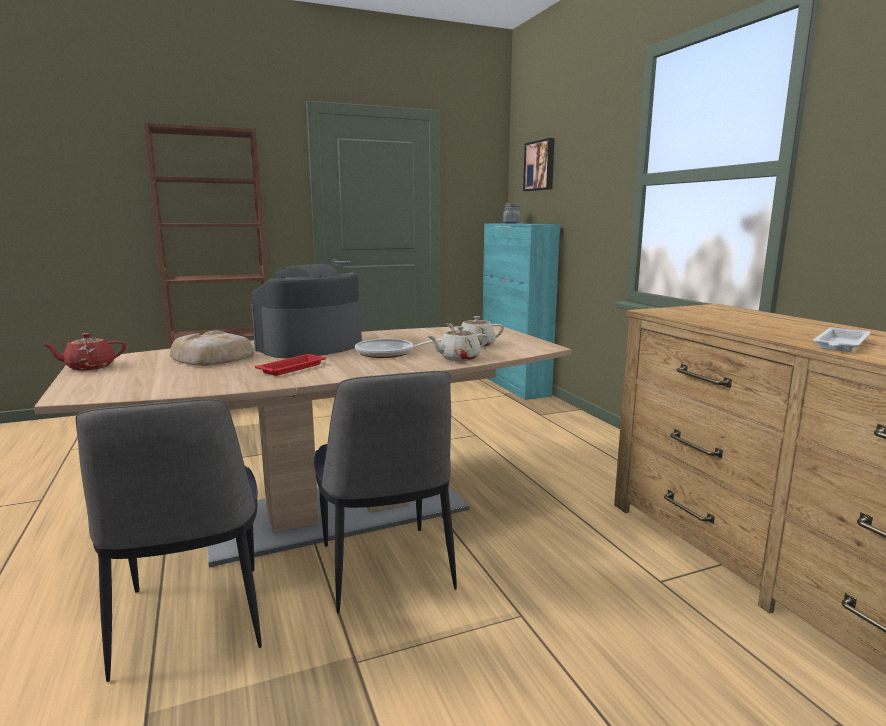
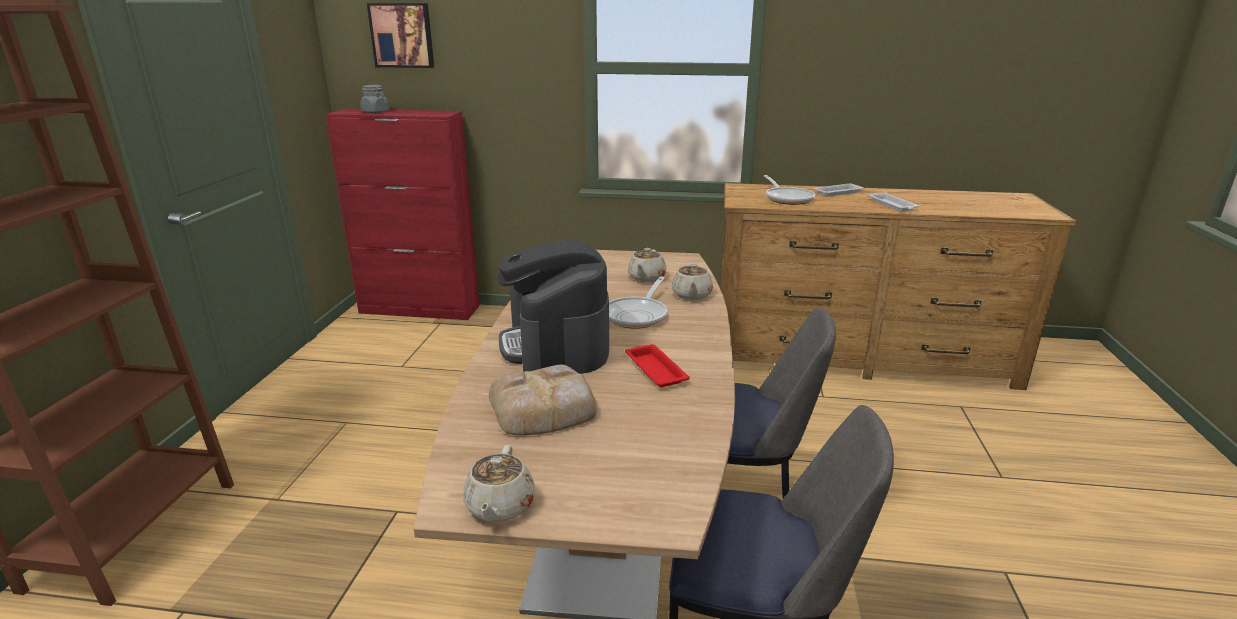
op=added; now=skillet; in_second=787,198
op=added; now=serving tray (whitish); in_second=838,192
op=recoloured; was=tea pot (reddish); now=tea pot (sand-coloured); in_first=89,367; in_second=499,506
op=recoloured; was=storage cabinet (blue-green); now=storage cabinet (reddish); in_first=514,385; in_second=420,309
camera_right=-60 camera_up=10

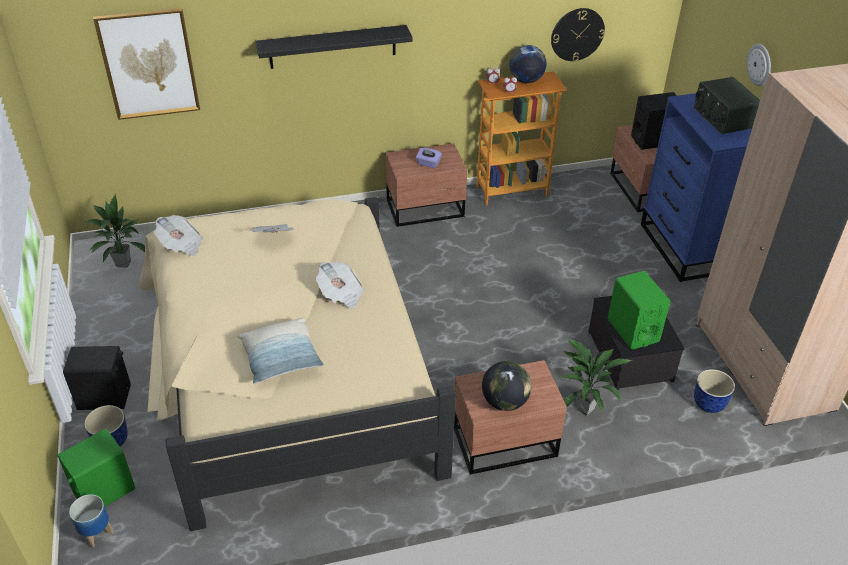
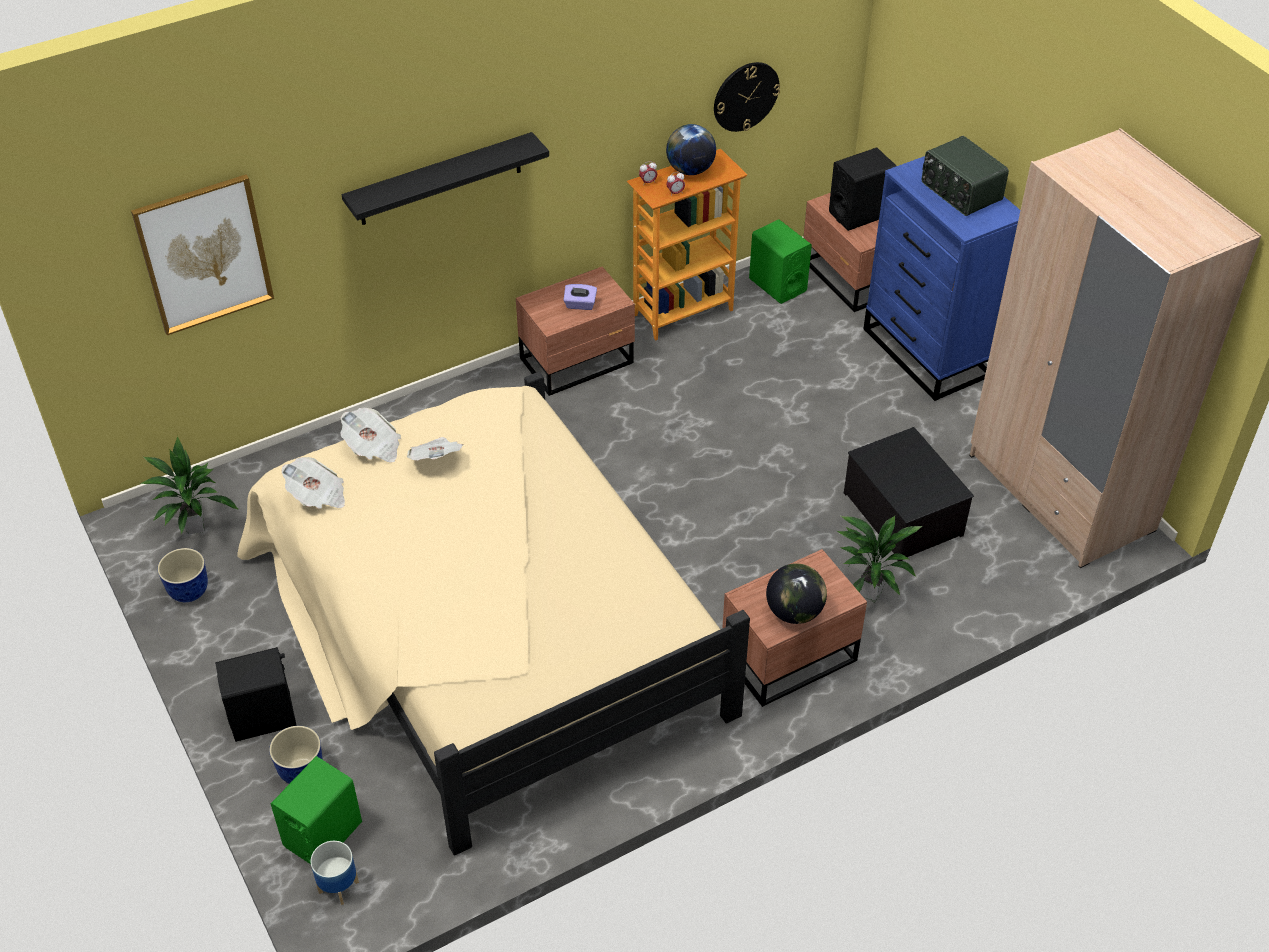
op=removed; was=pillow; in_first=282,359
op=removed; was=wall clock; in_first=760,64
op=moved; was=daily paper; in_first=341,294; in_second=373,447
op=moved; was=loudspeaker (green); in_first=632,330; in_second=777,285
op=moved; was=plant pot; in_first=709,404; in_second=189,591
camera_right=-15 camera_up=5

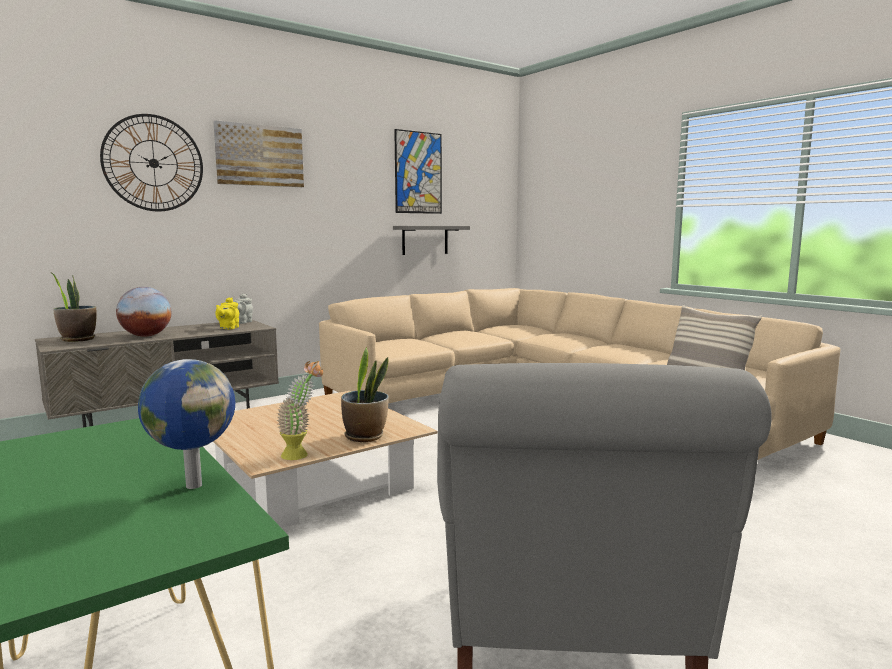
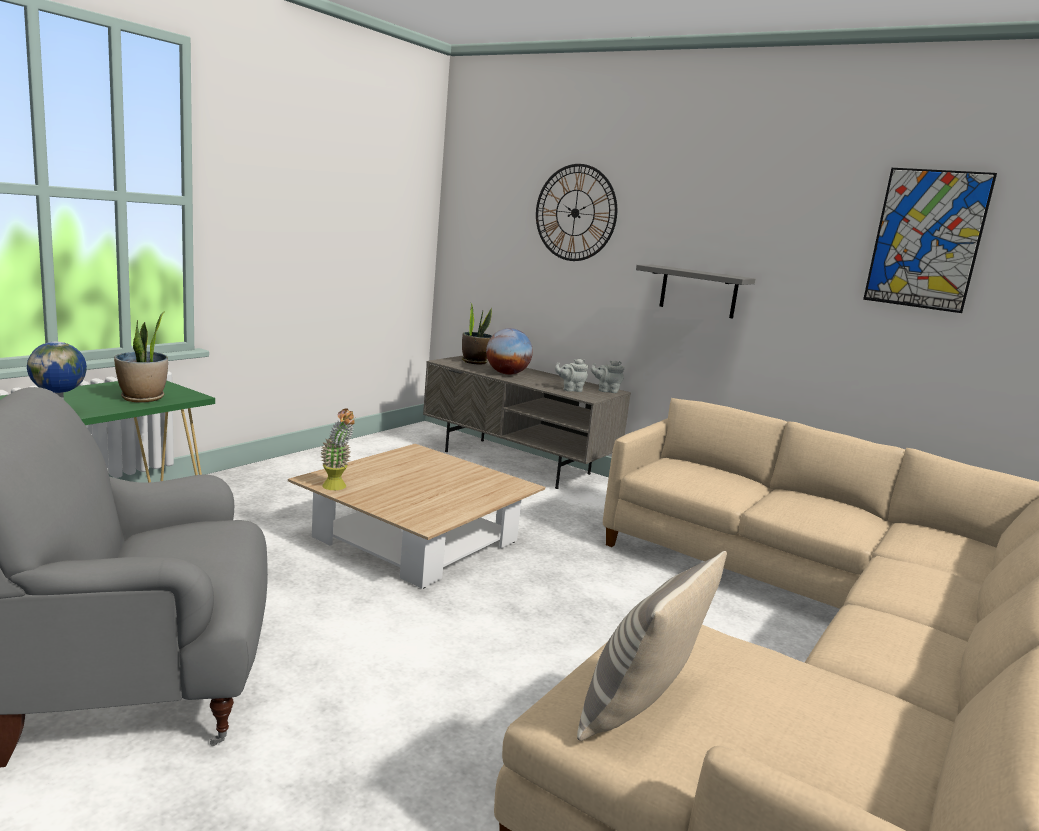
op=removed; was=wall art; in_first=259,155
op=moved; was=plant in a pot; in_first=365,436; in_second=143,398
op=moved; was=bracket shelf (greyish); in_first=425,240; in_second=698,291
op=recoloured; was=tea pot (yellowish); now=tea pot (greyish); in_first=228,328; in_second=570,389
camera_right=70 camera_up=5

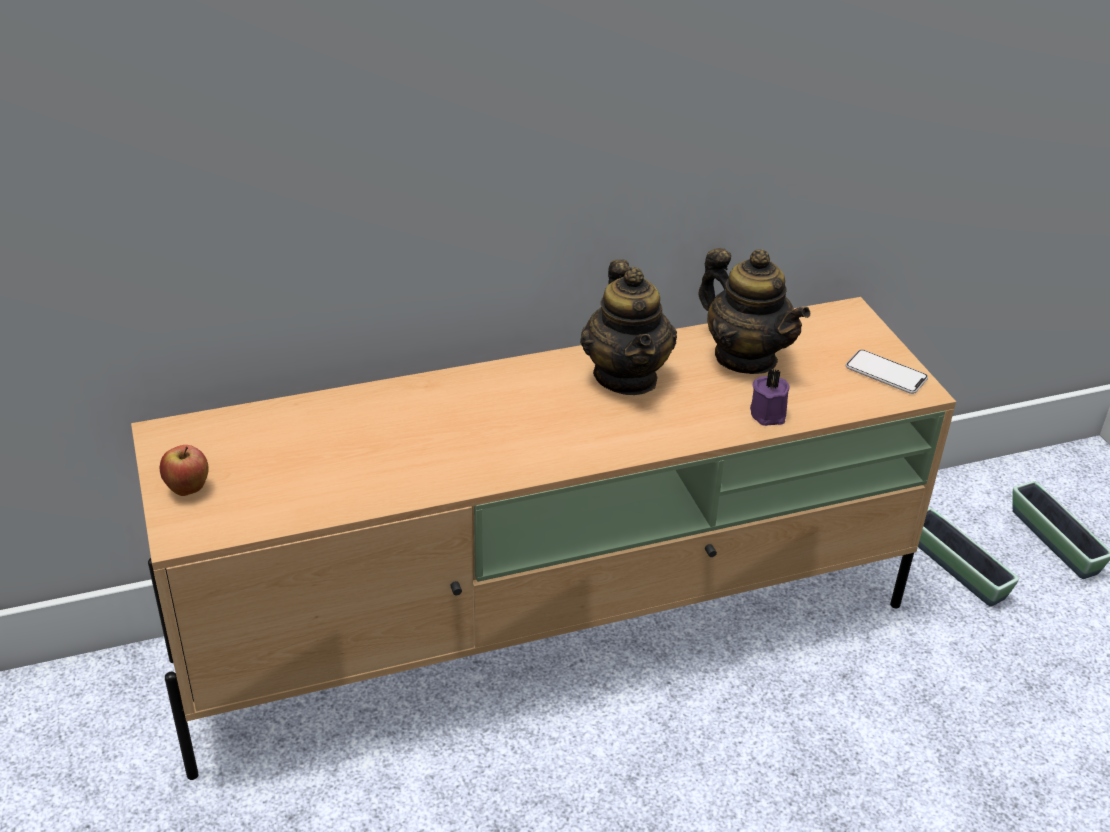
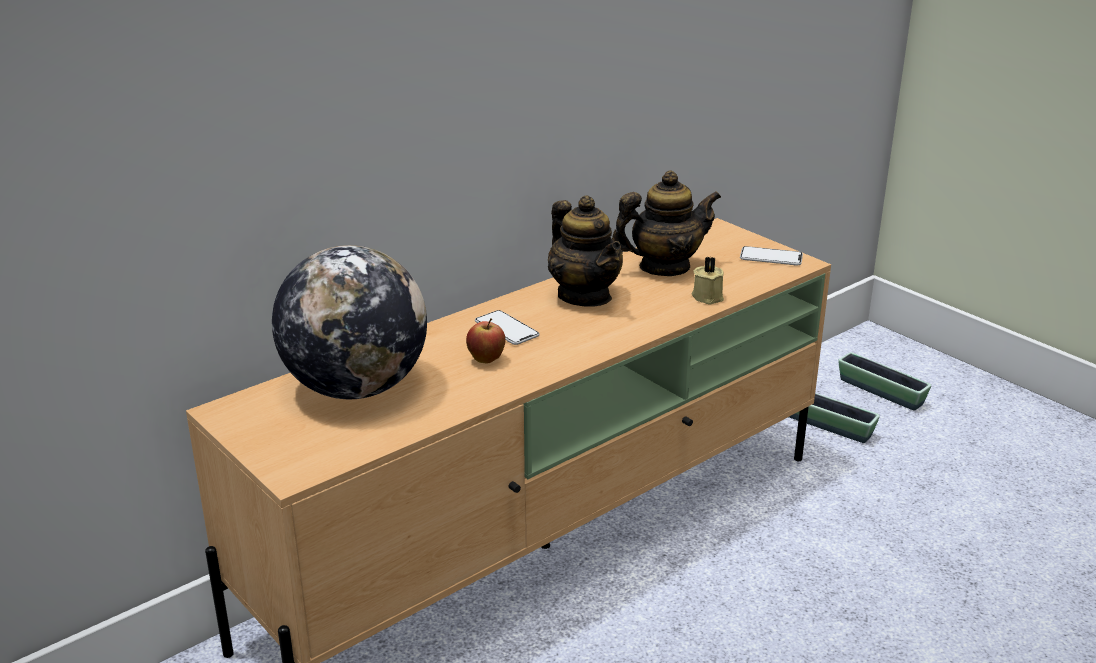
op=added; now=globe; in_second=355,388
op=added; now=handset; in_second=506,329
op=moved; was=apple fruit; in_first=188,490; in_second=486,360
op=recoloured; was=candle (purple); now=candle (sand-coloured); in_first=769,413; in_second=708,296
op=turned; was=tea pot; in_first=745,357; in_second=664,267; clockwise=-45
camera_right=-20 camera_up=-10

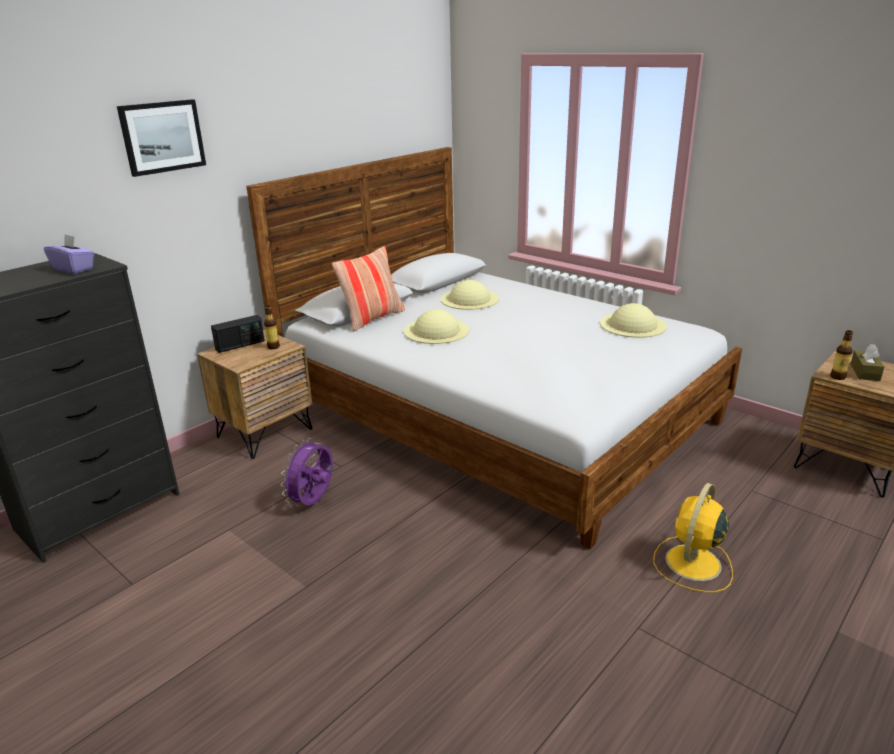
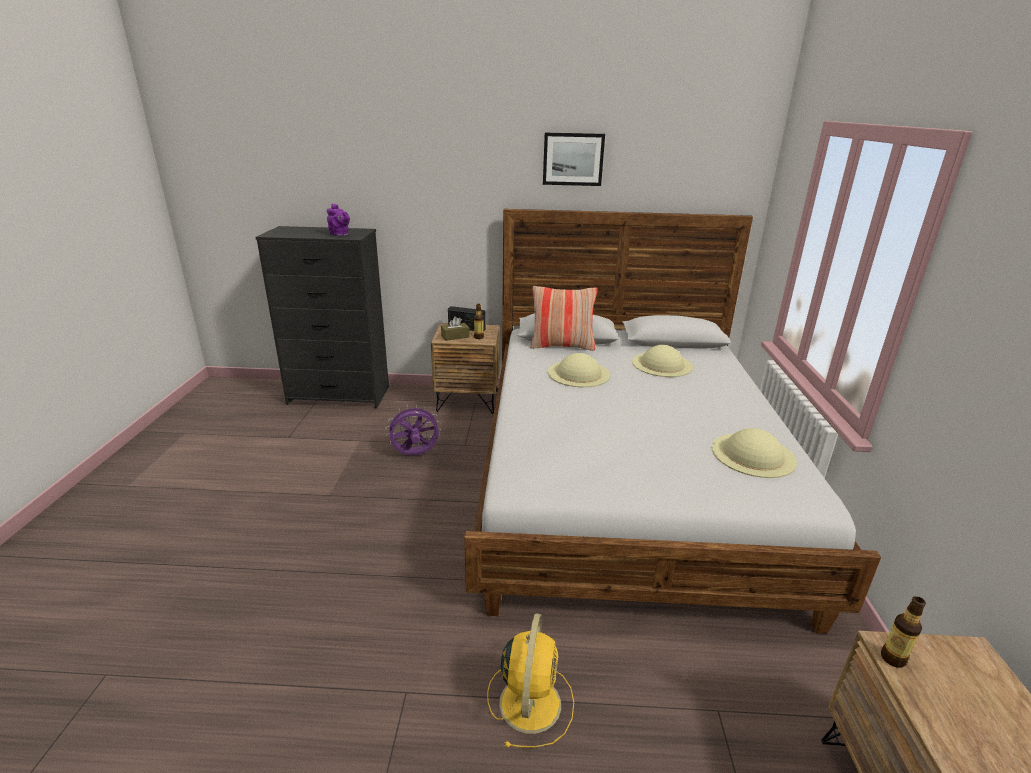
op=moved; was=wall art; in_first=162,137; in_second=573,159
op=moved; was=tissue box (brownish); in_first=865,372; in_second=455,336
op=replaced; was=tissue box (purple); now=tea pot (purple); in_first=74,269; in_second=340,234
op=turned; was=cooling fan (yellowish); in_first=692,564; in_second=530,701; clockwise=105
camera_right=50 camera_up=0

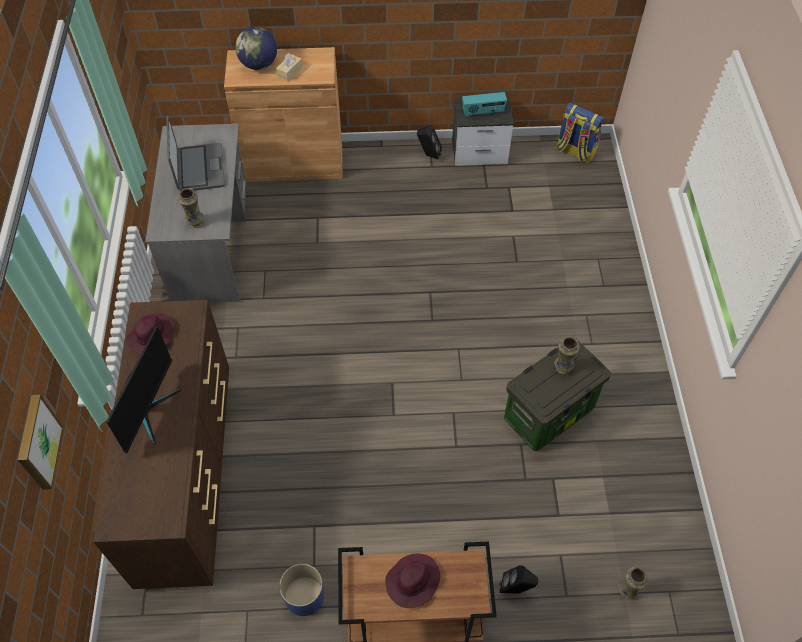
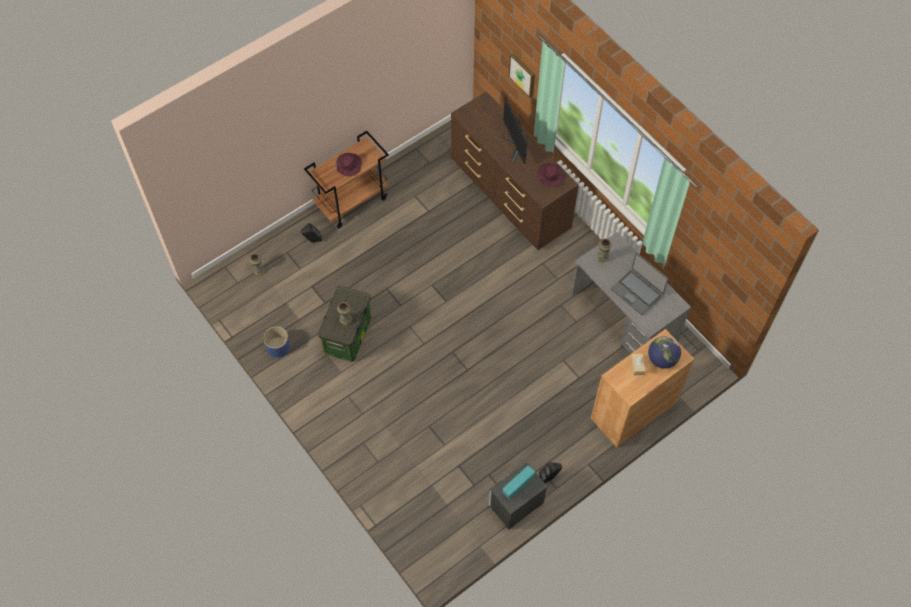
op=removed; was=knapsack; in_first=575,151
op=moved; was=plant pot (blue-coloured); in_first=304,596; in_second=278,347
camera_right=145 camera_up=5

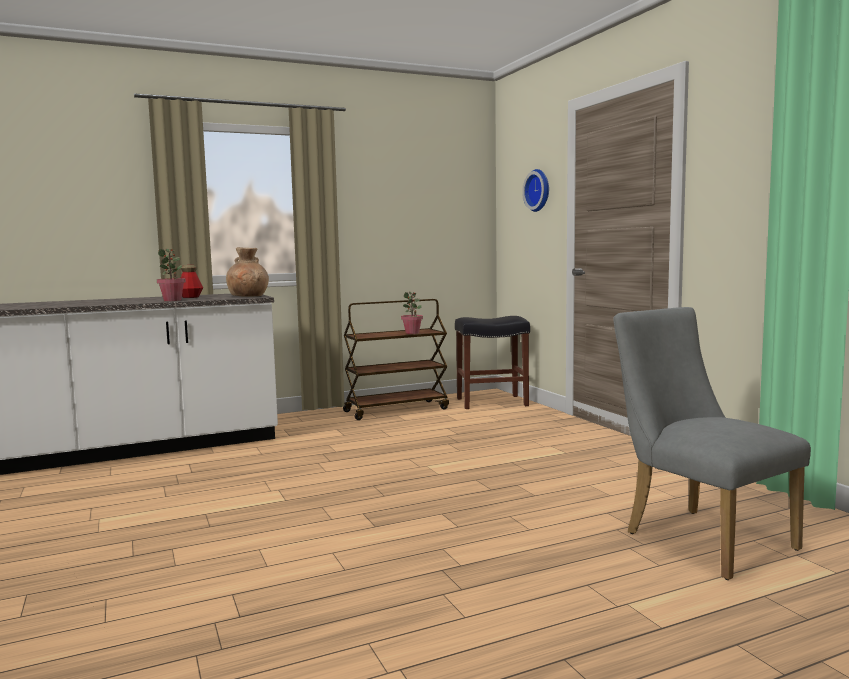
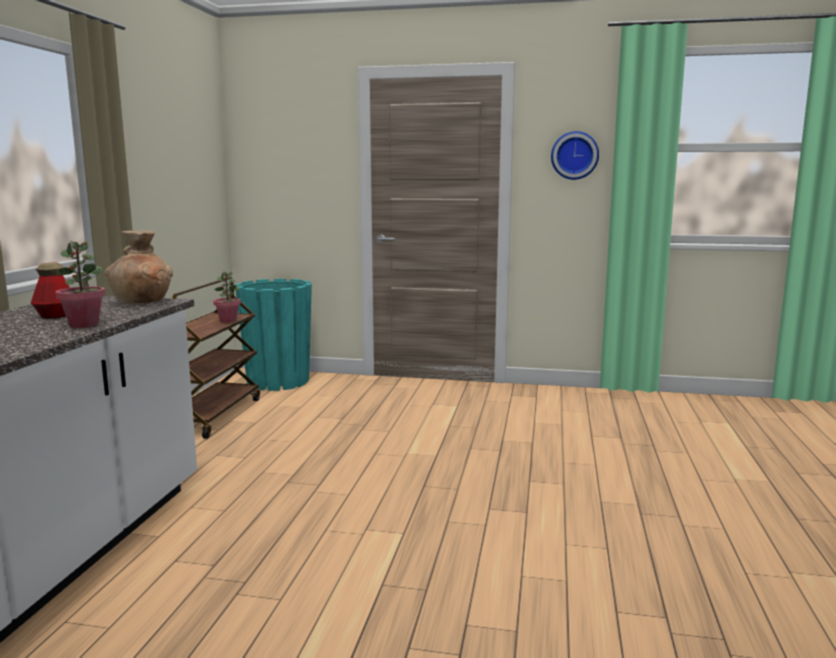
op=removed; was=chair (greyish); in_first=699,537
op=moved; was=wall clock; in_first=539,190; in_second=574,155
op=replaced; was=stool (black); now=plant pot (blue-green); in_first=492,402; in_second=278,381
camera_right=-55 camera_up=5

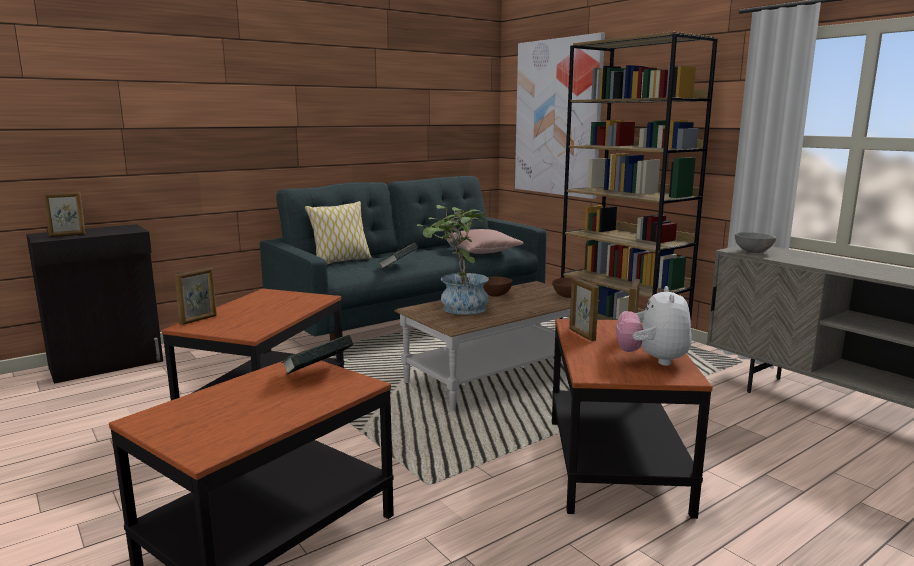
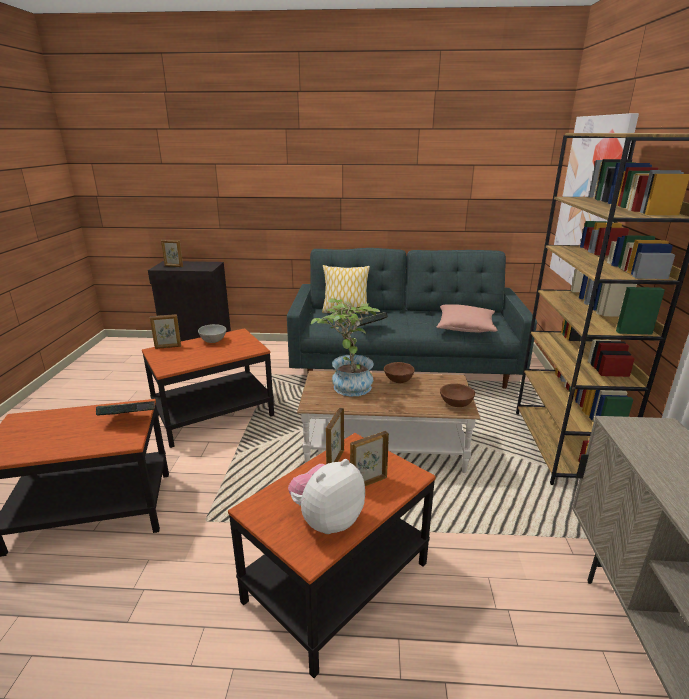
op=moved; was=serving bowl (greyish); in_first=752,251; in_second=213,341
camera_right=40 camera_up=10

